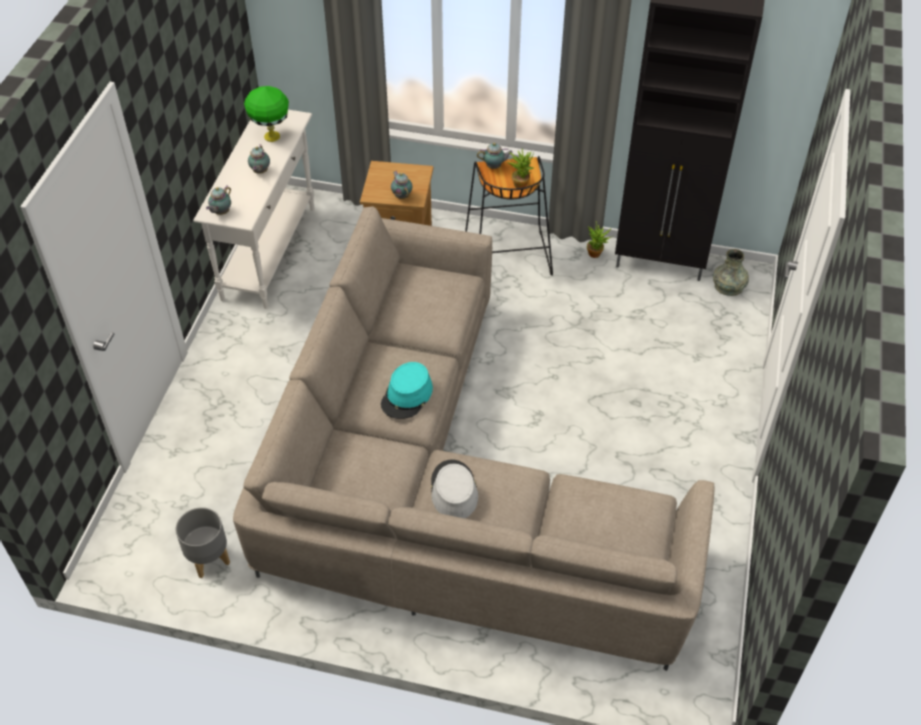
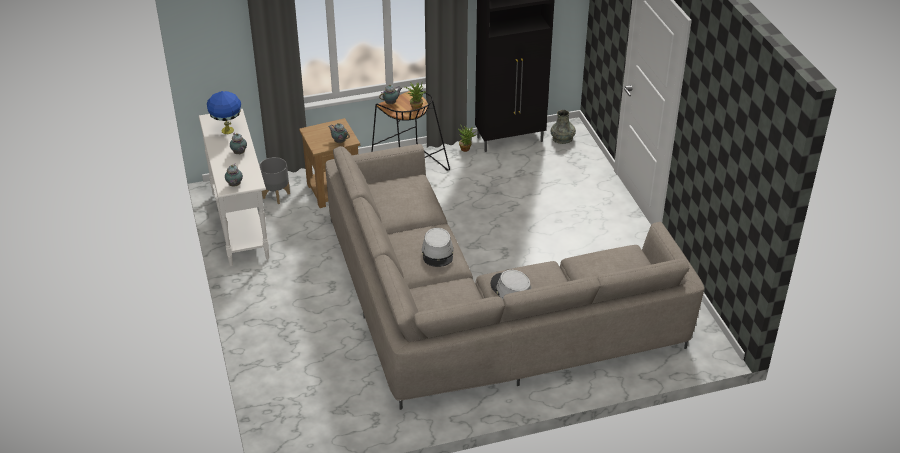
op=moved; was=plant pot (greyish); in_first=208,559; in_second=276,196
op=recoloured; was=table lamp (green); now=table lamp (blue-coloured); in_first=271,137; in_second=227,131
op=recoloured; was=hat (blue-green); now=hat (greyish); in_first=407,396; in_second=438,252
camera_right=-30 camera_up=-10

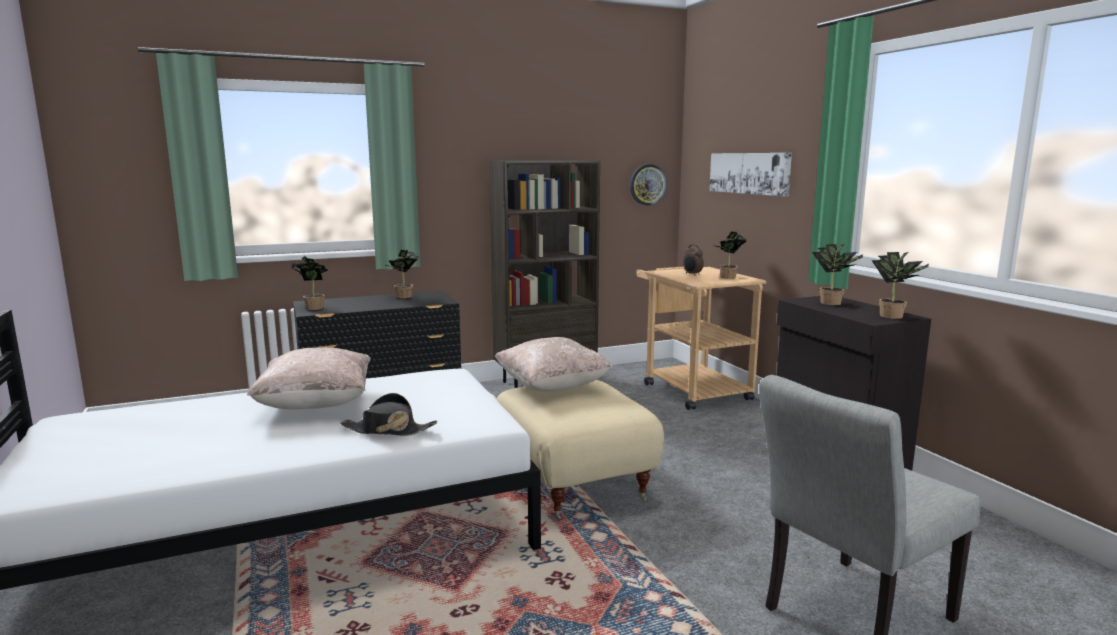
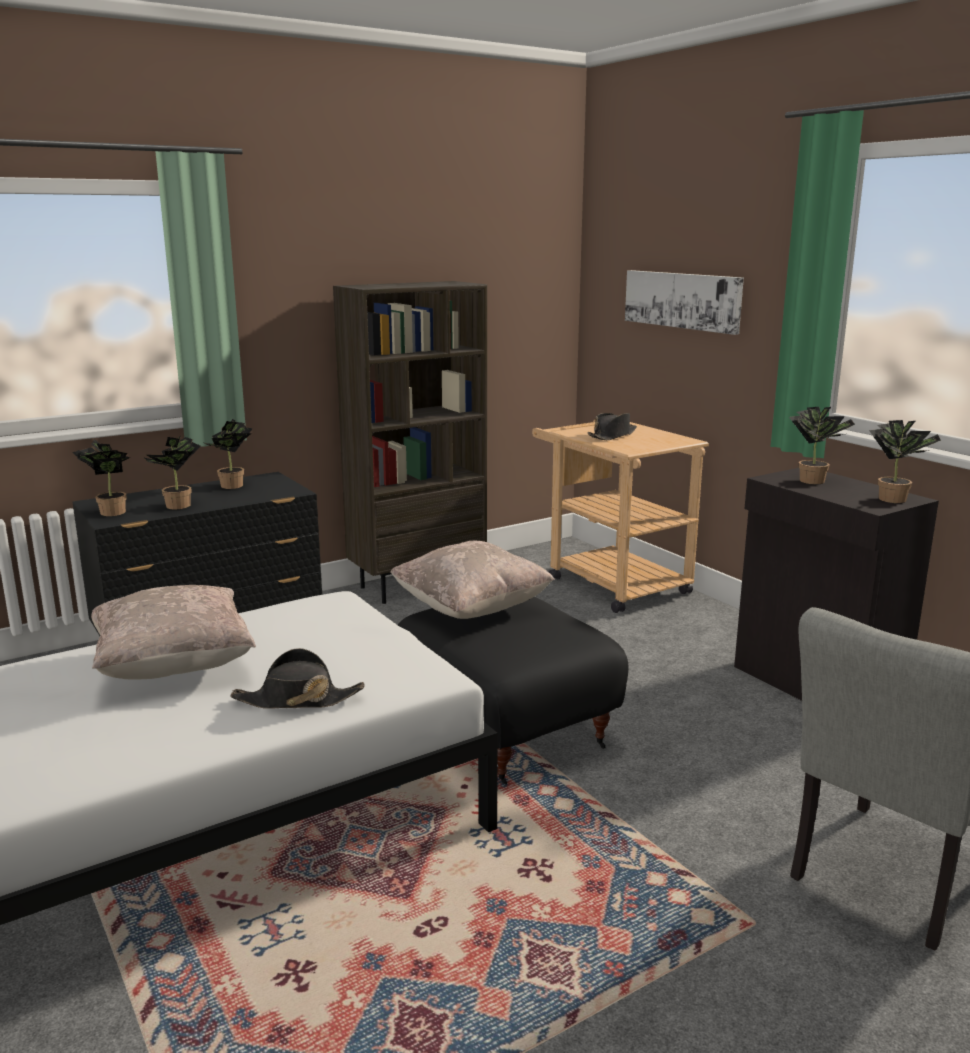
op=removed; was=wall clock; in_first=647,184
op=moved; was=plant in a pot; in_first=728,277; in_second=178,507
op=replaced; was=table clock; now=hat (black); in_first=692,274; in_second=612,436
op=recoloured; was=pouffe (sand-coloured); now=pouffe (black); in_first=572,482; in_second=504,730
camera_right=-10 camera_up=5

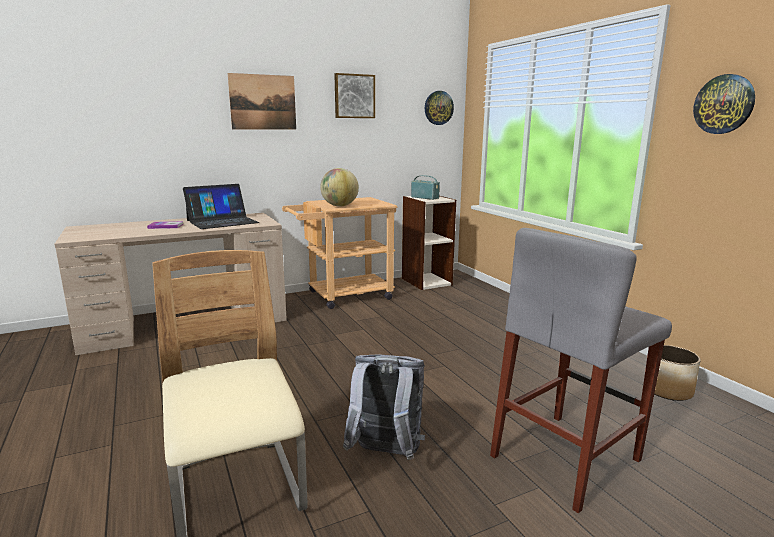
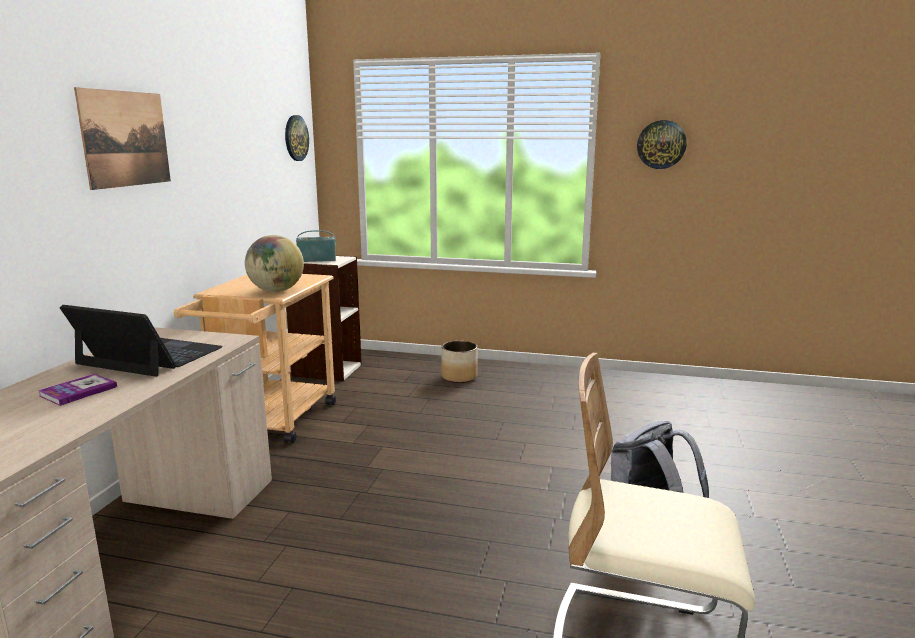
op=removed; was=wall art; in_first=354,96
op=removed; was=stool (greyish); in_first=566,458
op=moved; was=plant pot; in_first=668,390; in_second=459,377
op=turned; was=laptop; in_first=222,221; in_second=149,356; clockwise=-75
camera_right=-50 camera_up=0

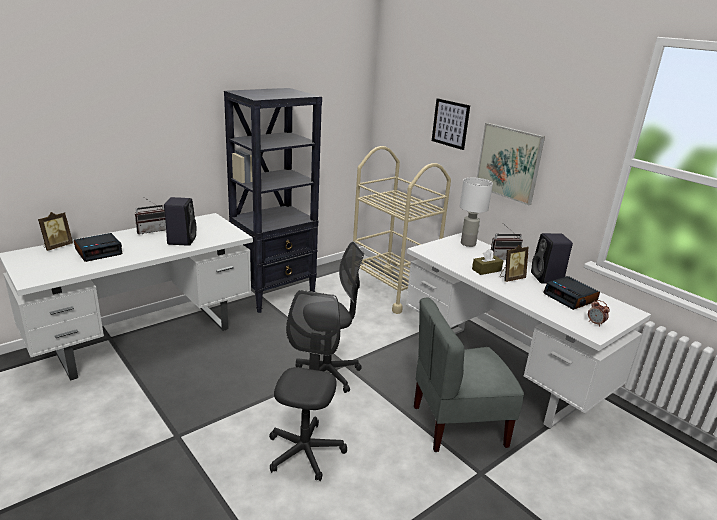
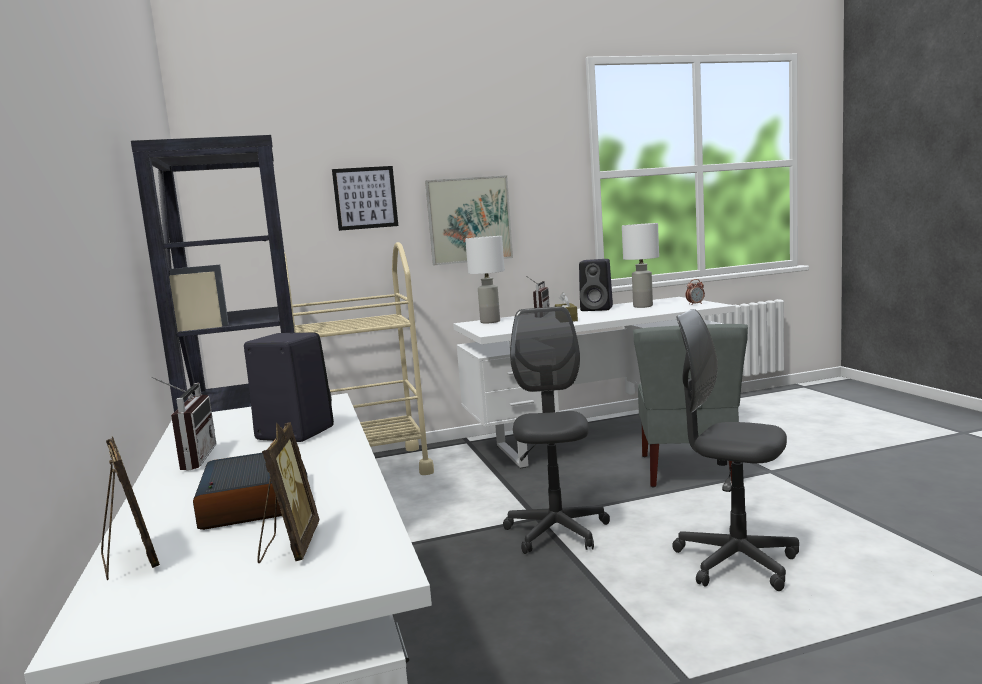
op=moved; was=standing frame; in_first=511,278; in_second=289,546
op=replaced; was=table clock; now=table lamp (whitish); in_first=570,298; in_second=643,306
camera_right=-65 camera_up=-15

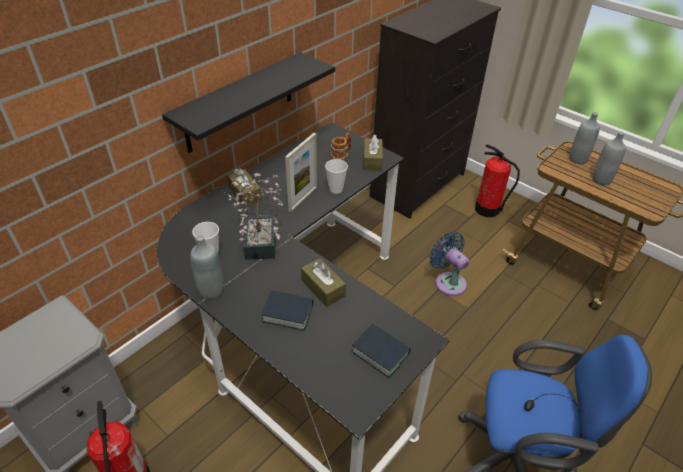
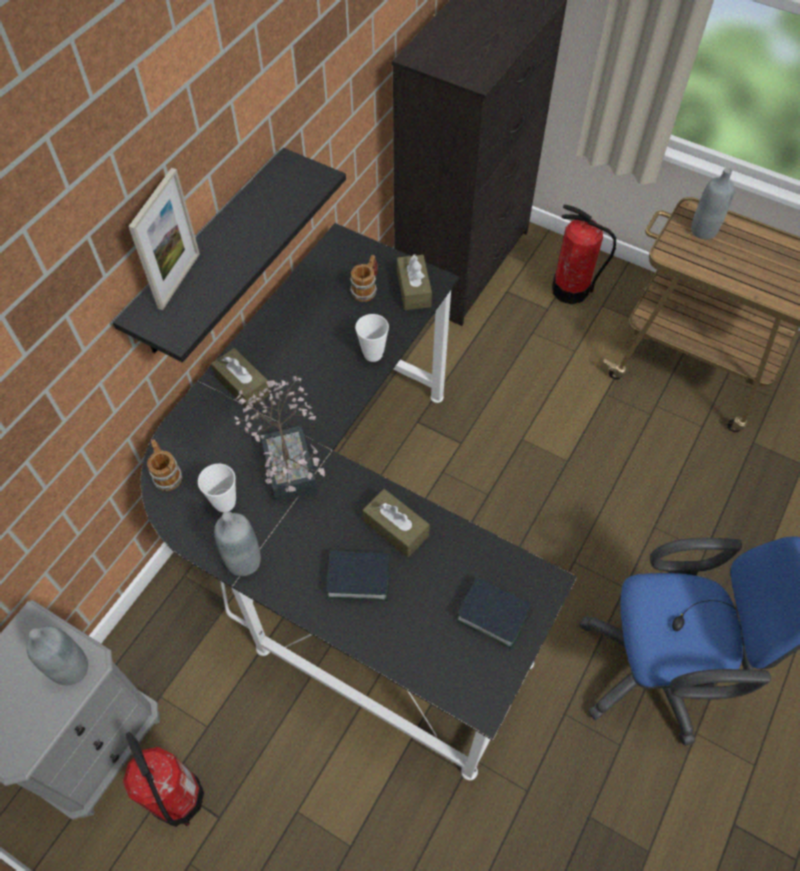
op=removed; was=cooling fan (blue-coloured); in_first=448,281
op=added; now=mug; in_second=166,473
op=moved; was=standing frame; in_first=303,199; in_second=179,280
op=moved; was=beverage bottle (greyish); in_first=601,180; in_second=71,668
camera_right=-10 camera_up=15

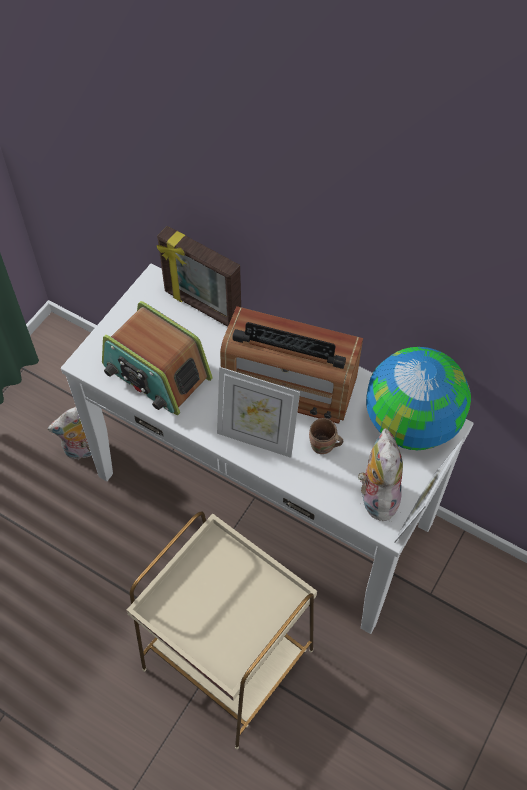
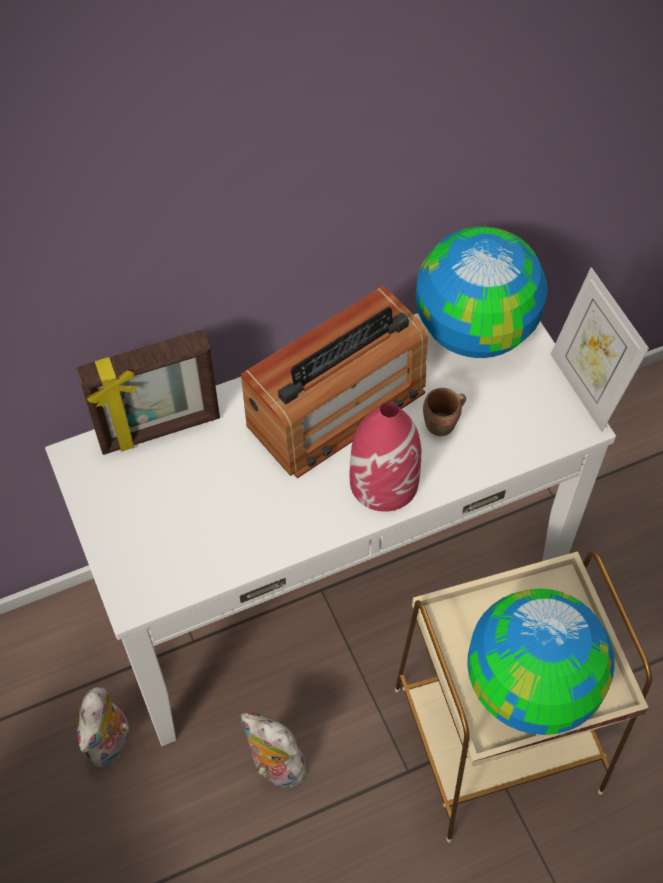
op=removed; was=radio receiver; in_first=156,373
op=added; now=globe; in_second=531,687
op=moved; was=soft toy; in_first=376,495; in_second=274,766
op=replaced; was=standing frame; now=flower vase (reddish); in_first=256,438; in_second=384,481
camera_right=-55 camera_up=0

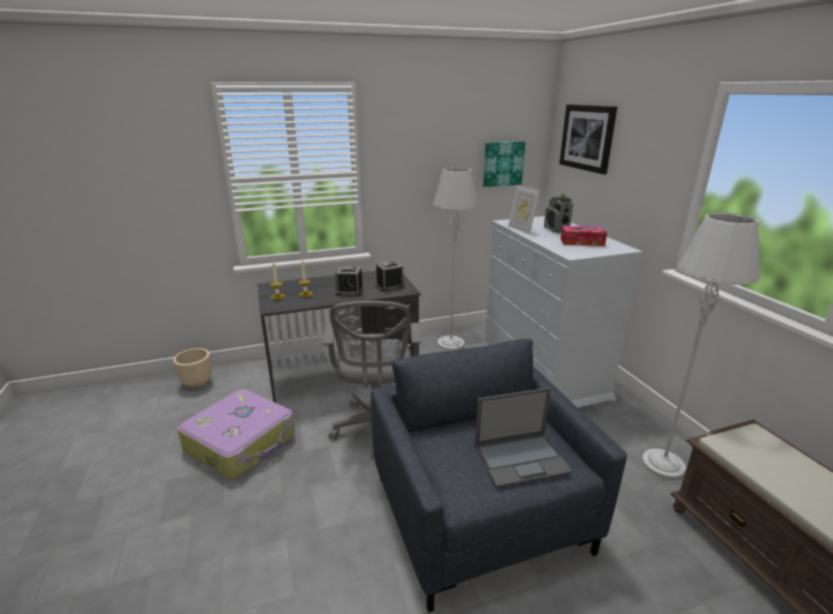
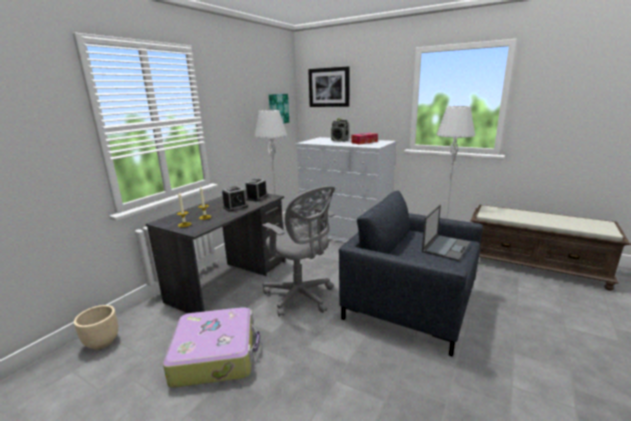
op=removed; was=standing frame; in_first=521,229
camera_right=-40 camera_up=-5

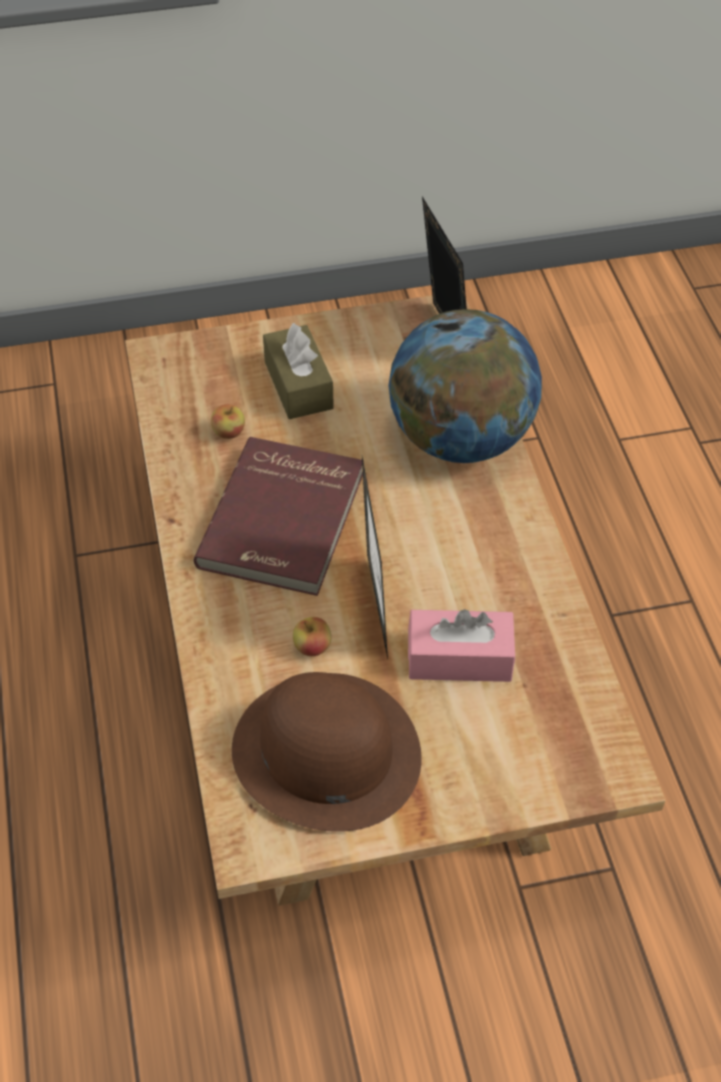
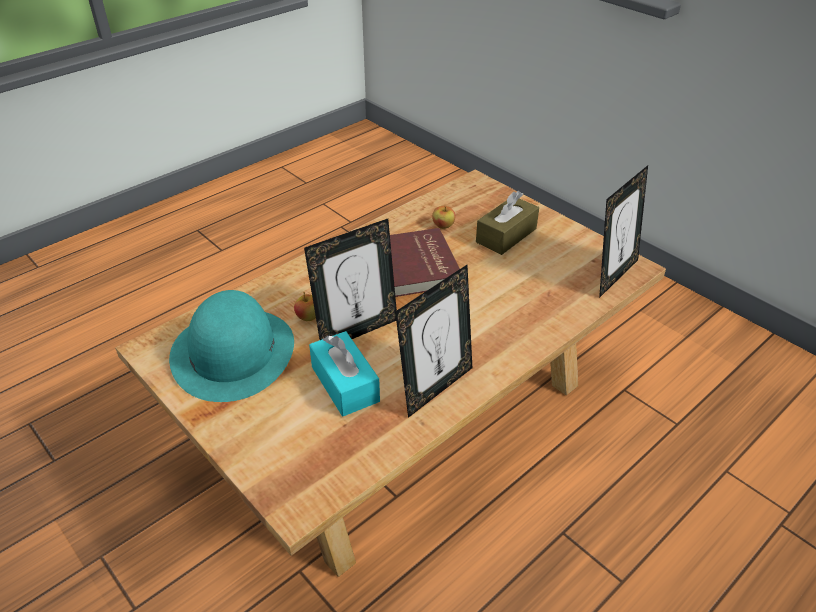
op=removed; was=globe; in_first=460,439
op=added; now=standing frame; in_second=435,387
op=recoloured; was=hat (brownish); now=hat (blue-green); in_first=325,752; in_second=233,352
op=recoloured; was=tissue box (pinkish); now=tissue box (blue-green); in_first=459,658; in_second=345,384
camera_right=60 camera_up=-10

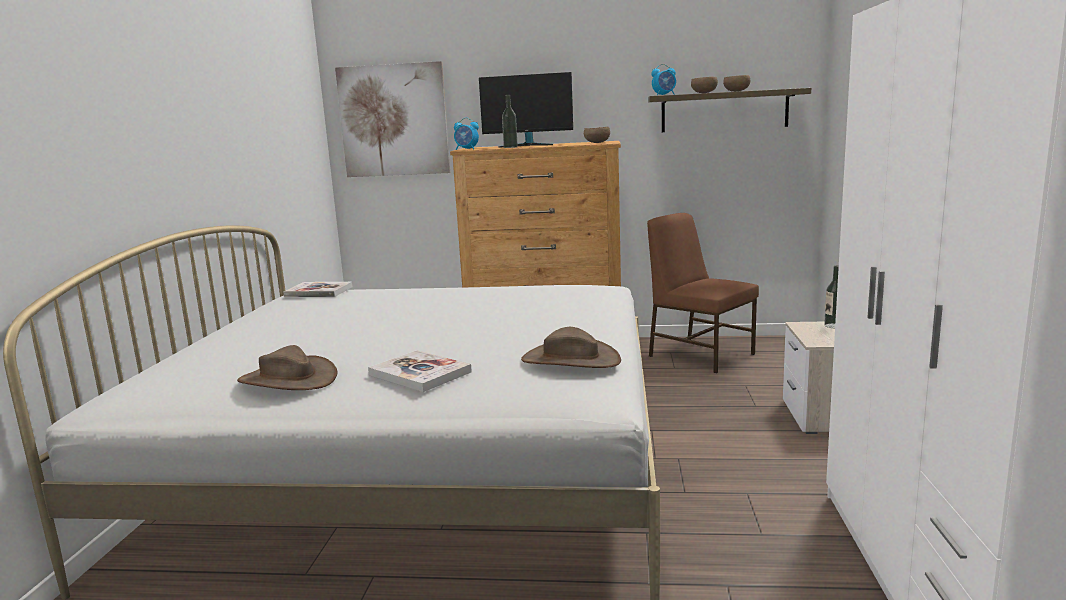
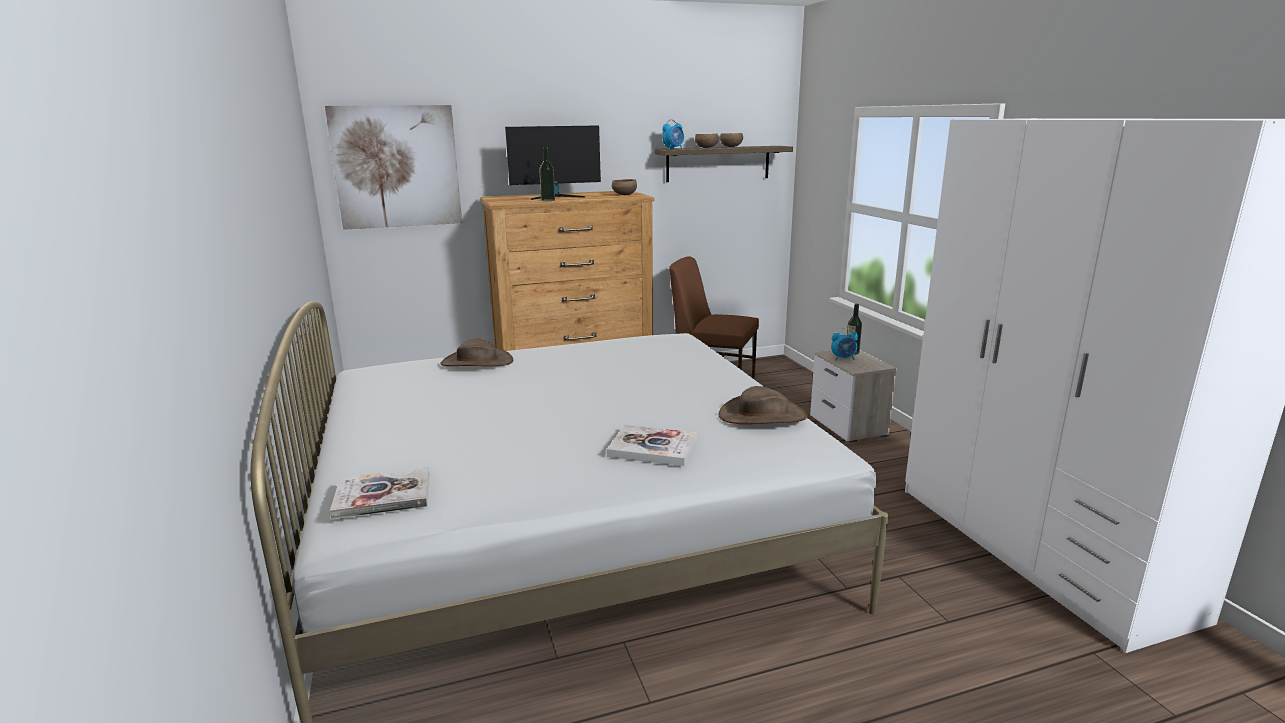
op=moved; was=hat (brownish); in_first=288,380; in_second=477,362
op=moved; was=volume; in_first=319,291; in_second=383,495
op=moved; was=table clock; in_first=466,149; in_second=843,359
camera_right=-25 camera_up=5

